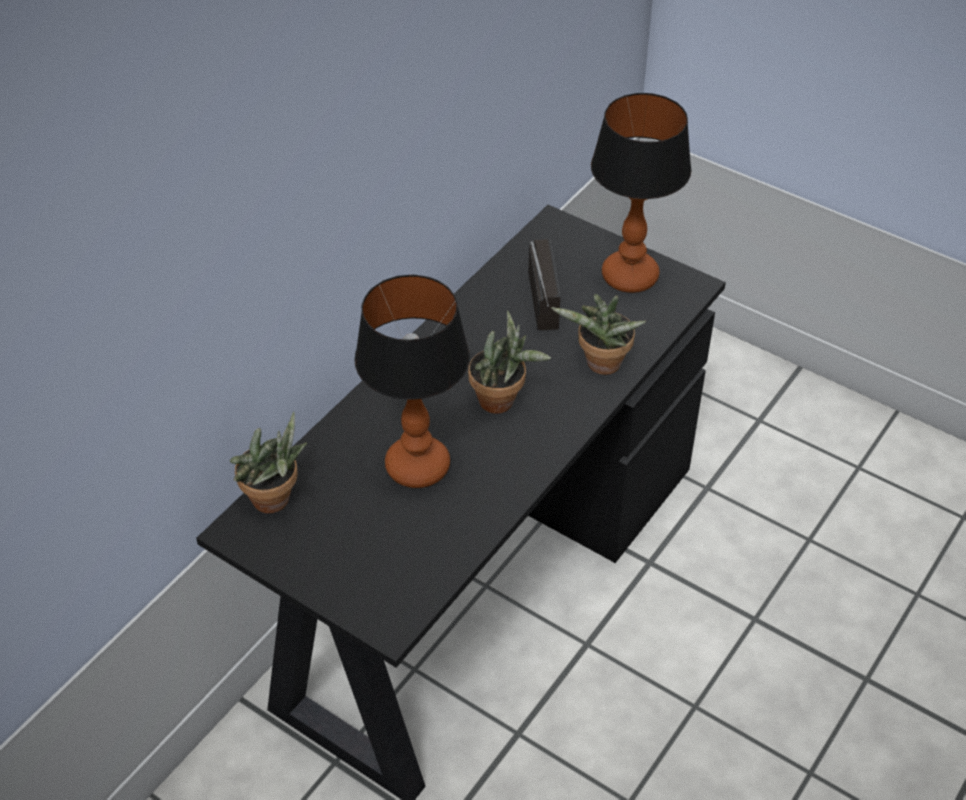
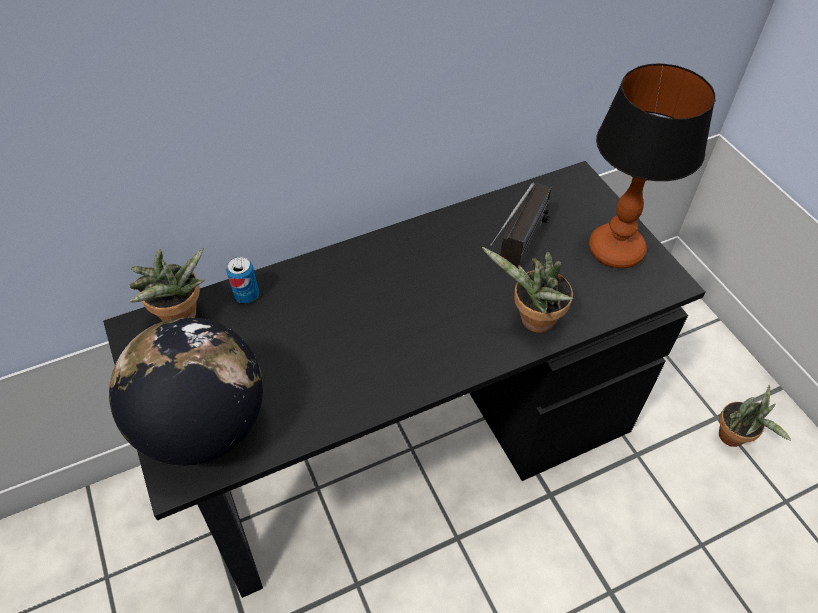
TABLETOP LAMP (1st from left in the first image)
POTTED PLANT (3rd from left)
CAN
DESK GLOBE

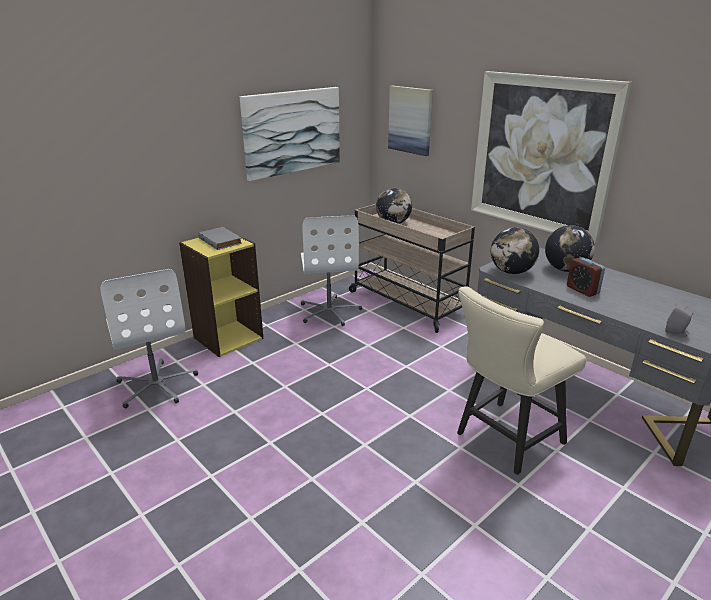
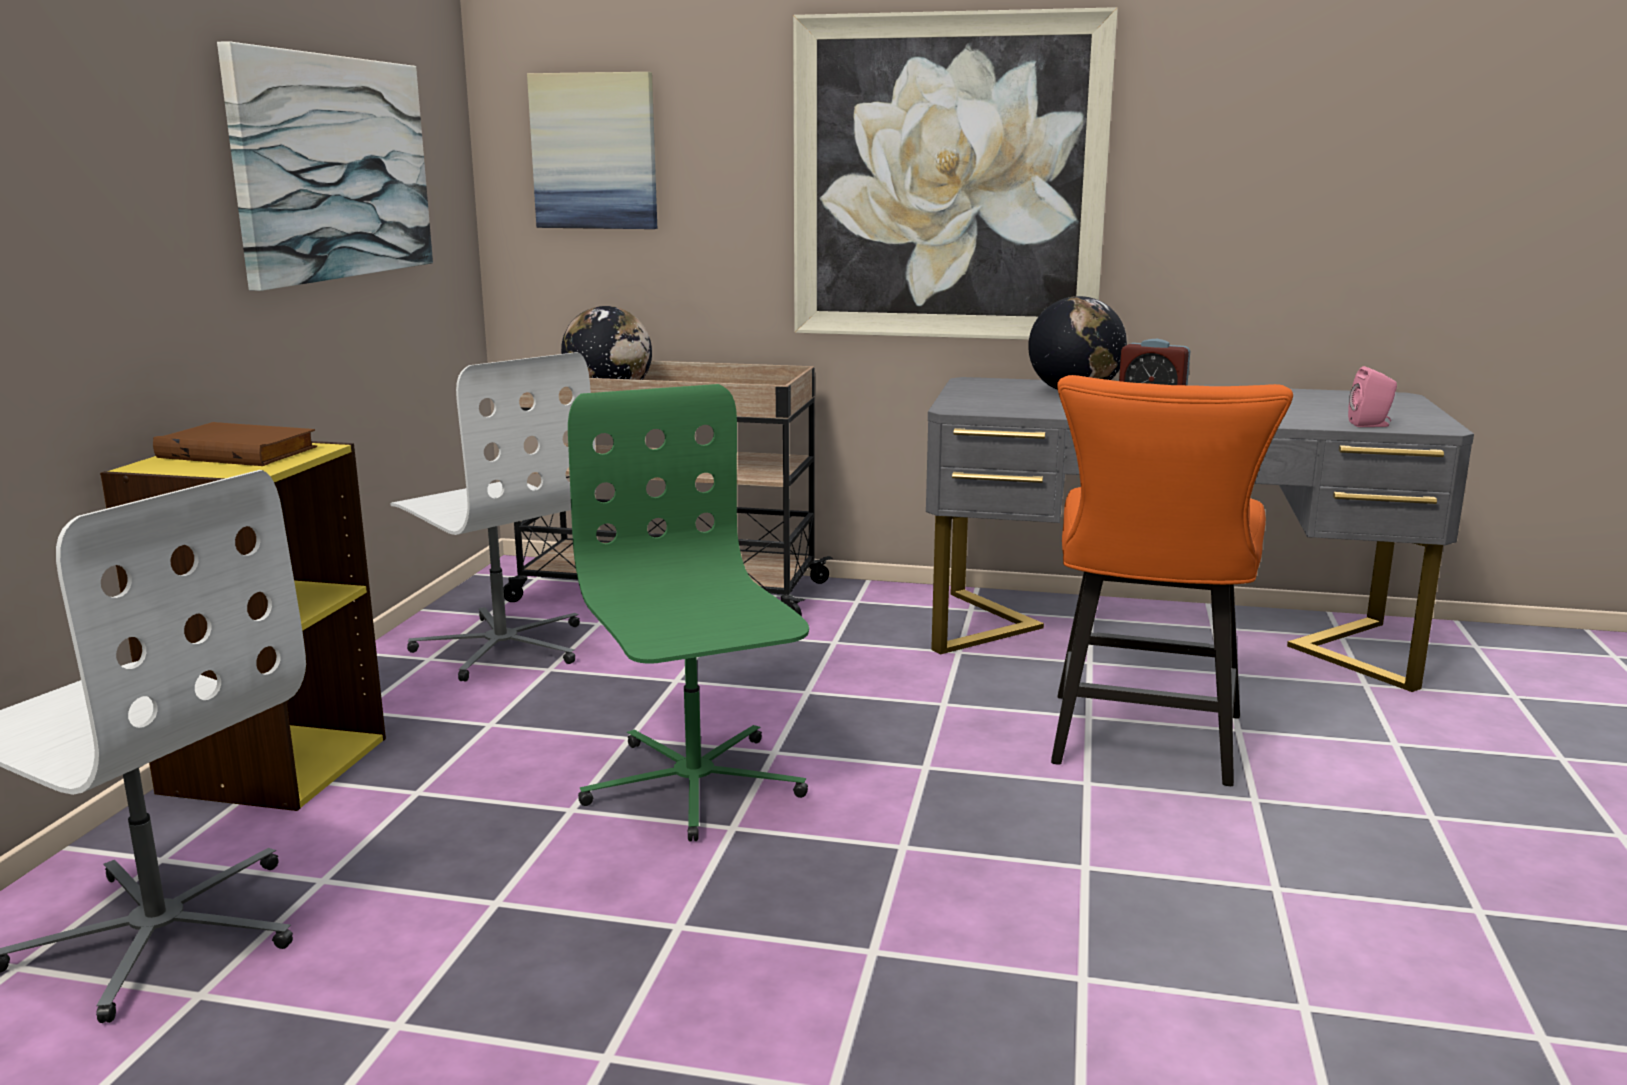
BROWNISH BOUND BOOK
DESK GLOBE (2nd from left in the first image)
ORANGEY UPRIGHT CHAIR
PINKISH AUDIO SPEAKER
GREEN DESK CHAIR

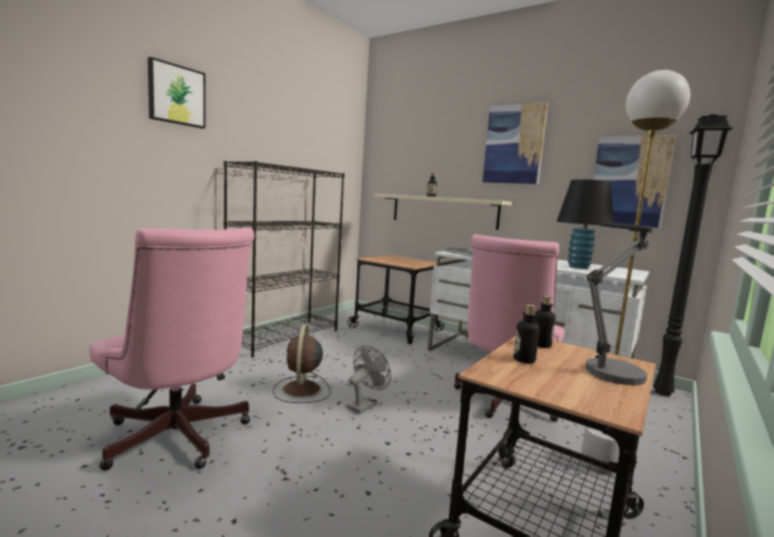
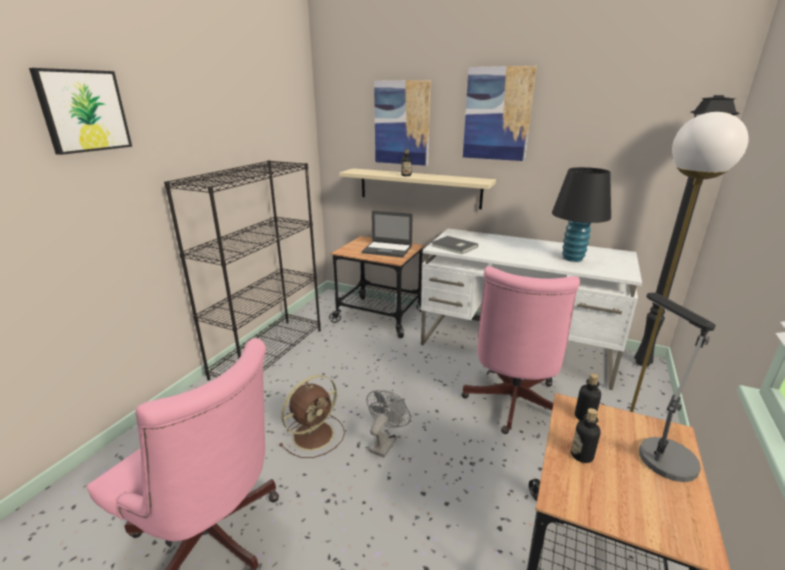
WALL ART (2nd from left)
BROWNISH ELECTRIC FAN
PORTABLE COMPUTER

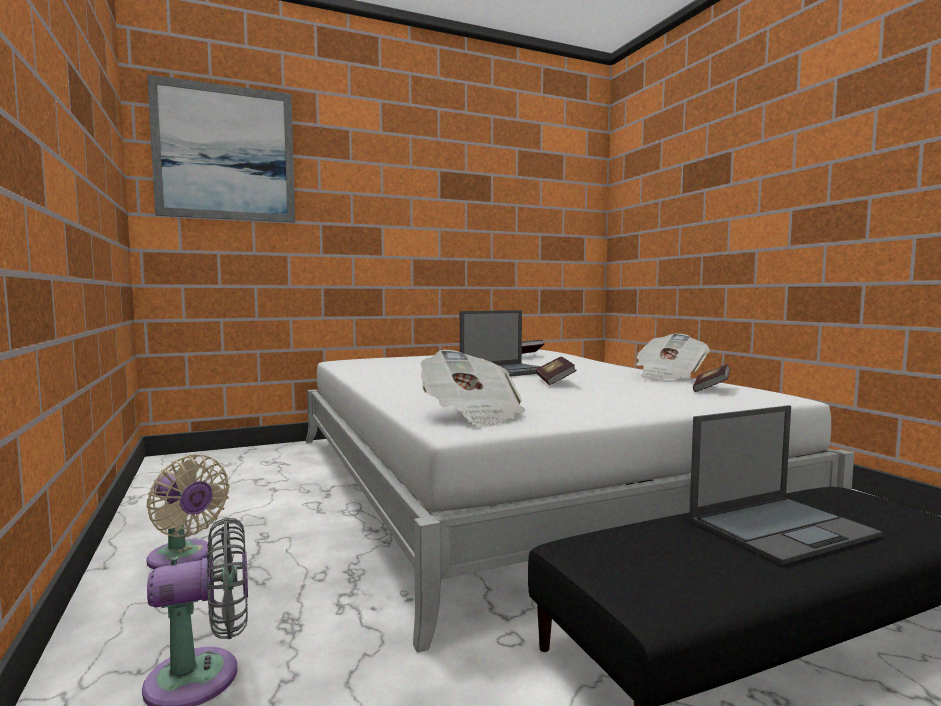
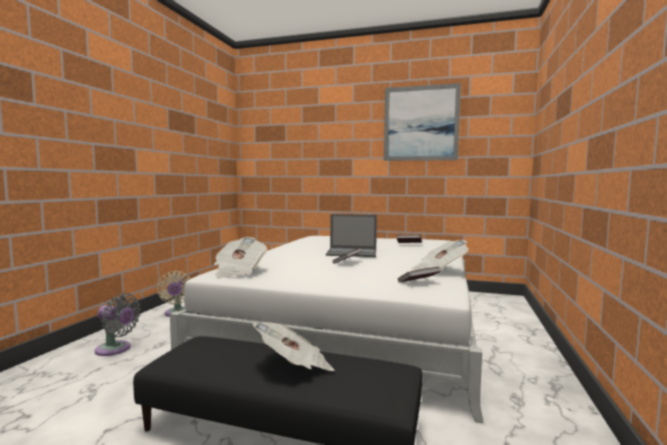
WALL ART
DAILY PAPER (2nd from left)

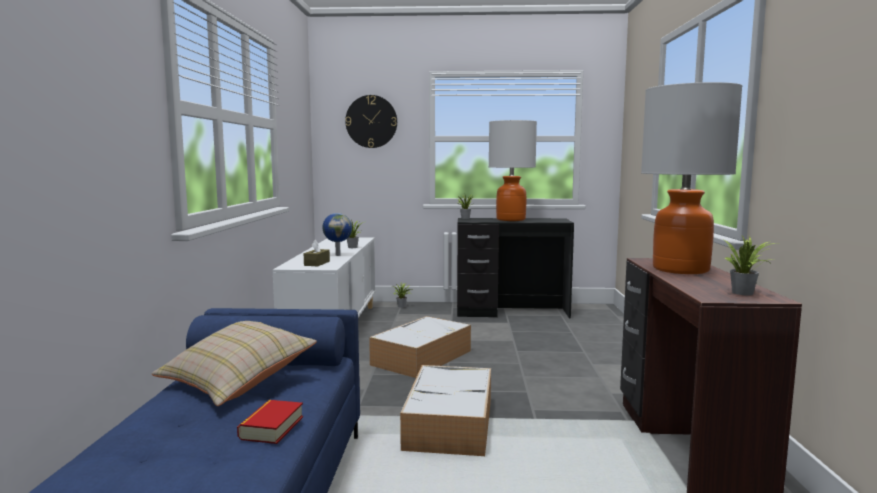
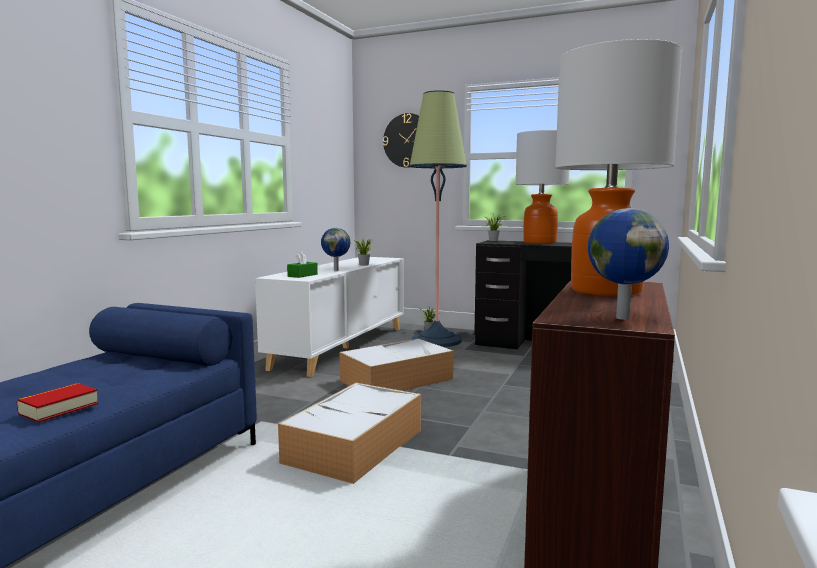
DESK GLOBE (2nd from left)
GREEN BOX OF TISSUES
BEIGE THROW PILLOW
STANDARD LAMP

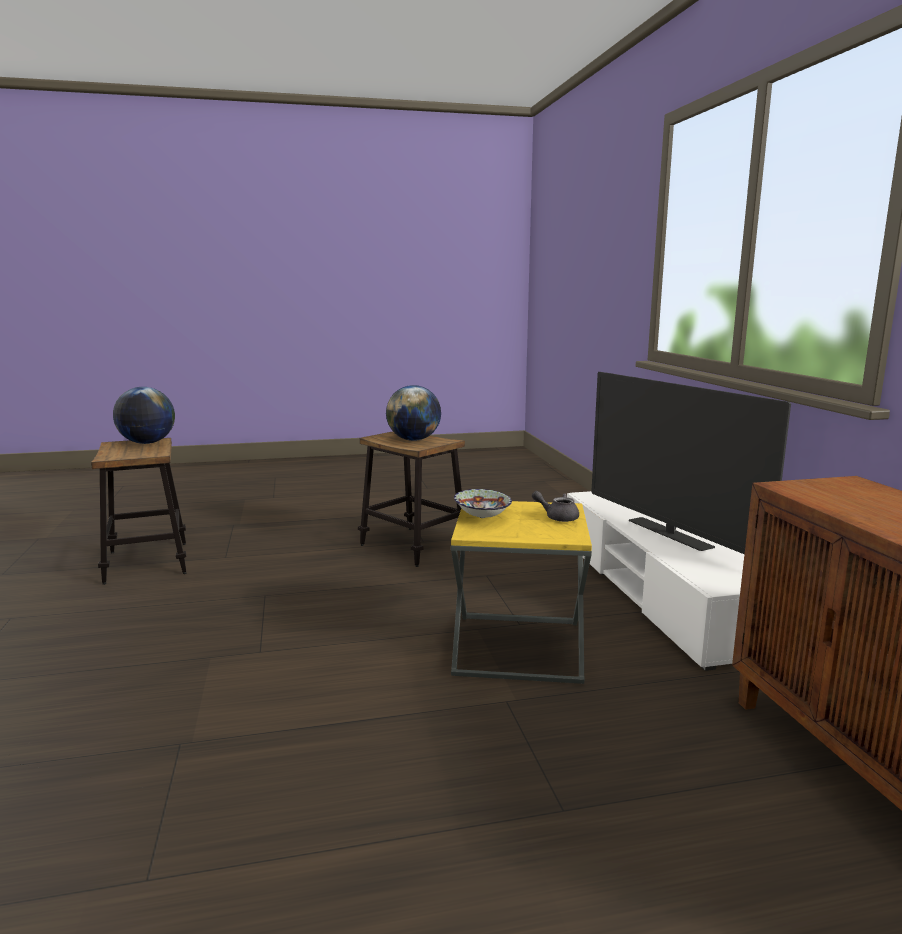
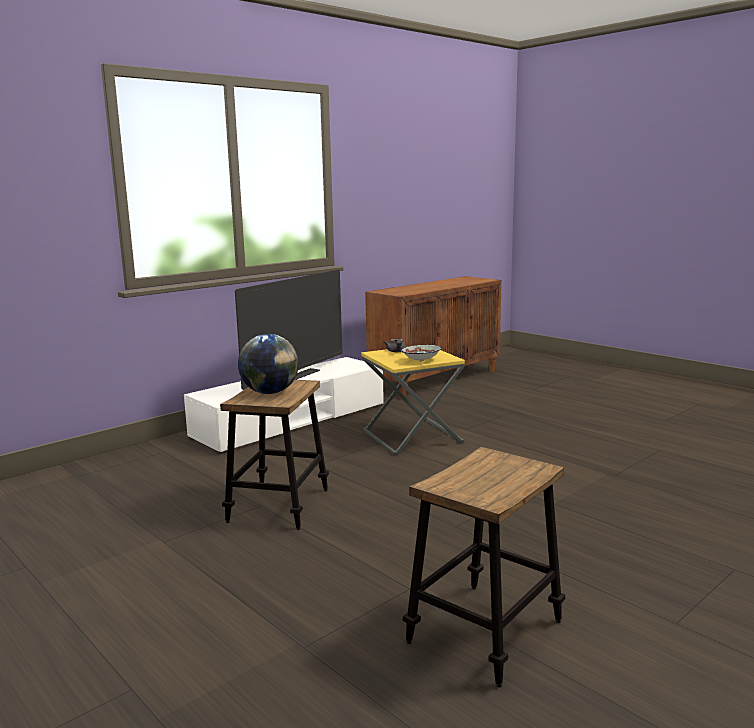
DESK GLOBE (1st from left in the first image)

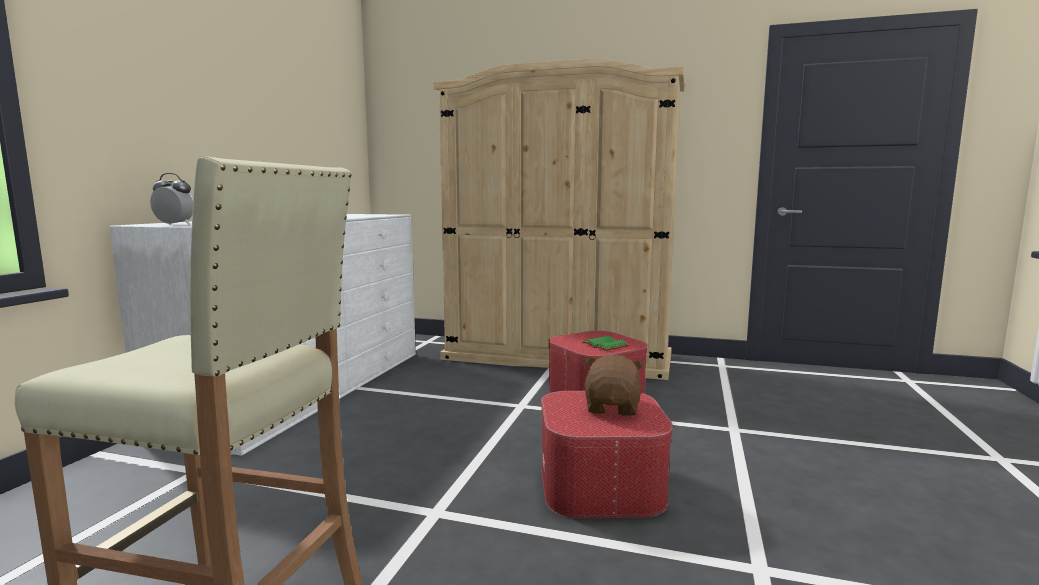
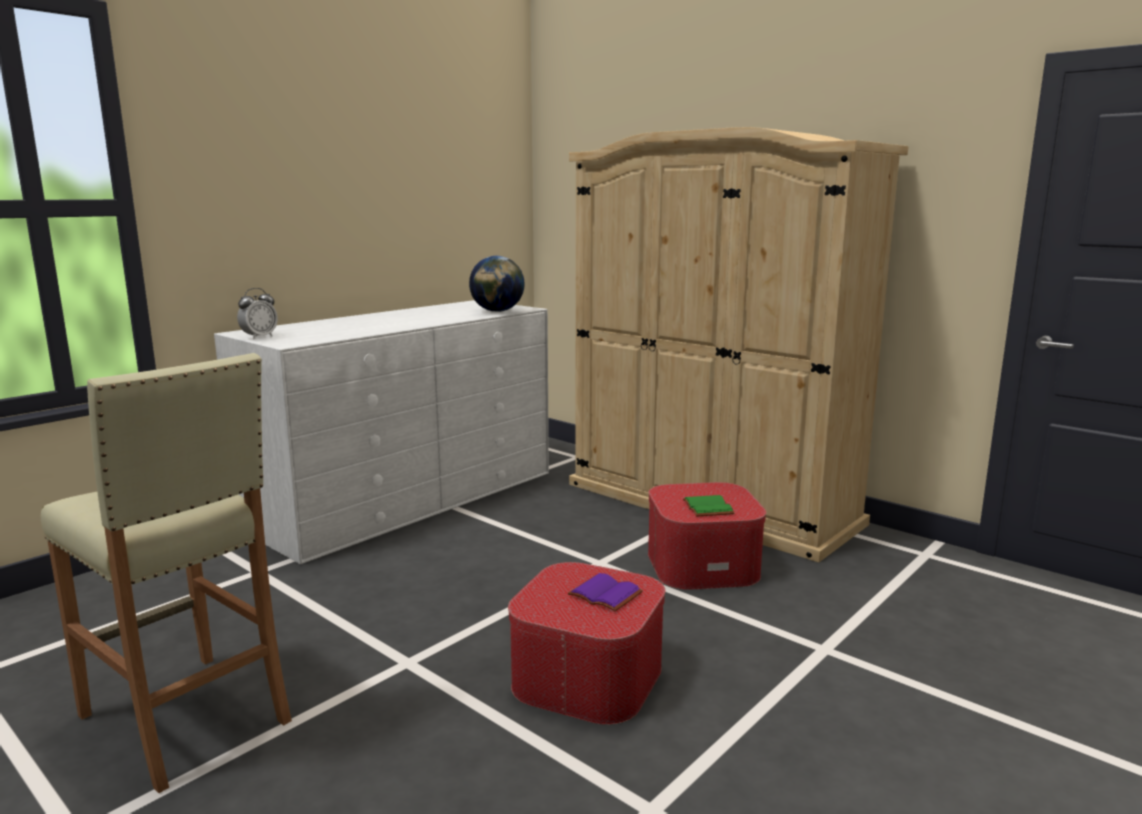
ALARM CLOCK
PURPLE-COLOURED BOUND BOOK
DESK GLOBE

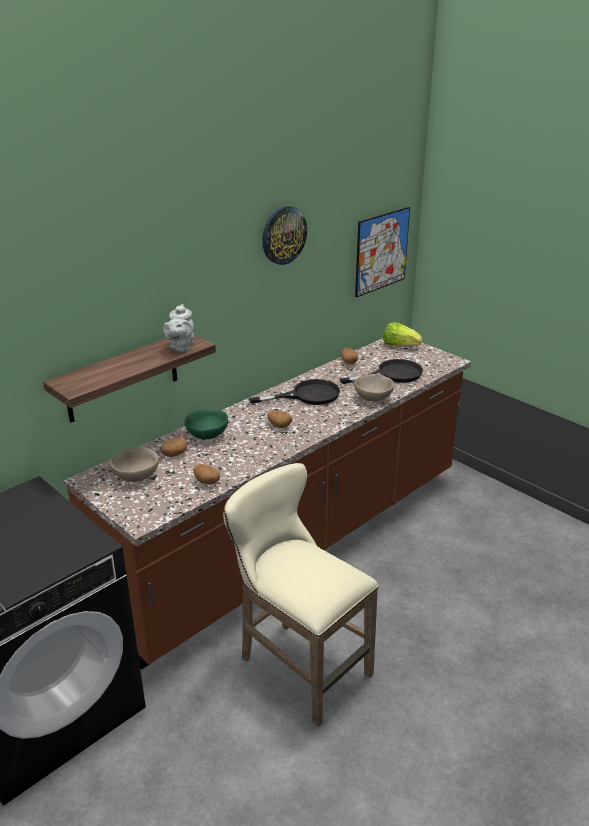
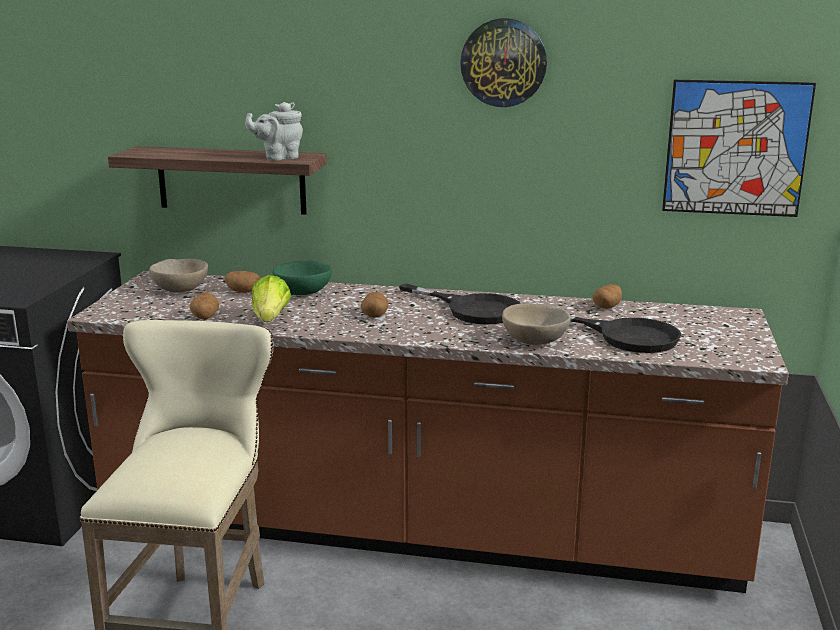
LETTUCE

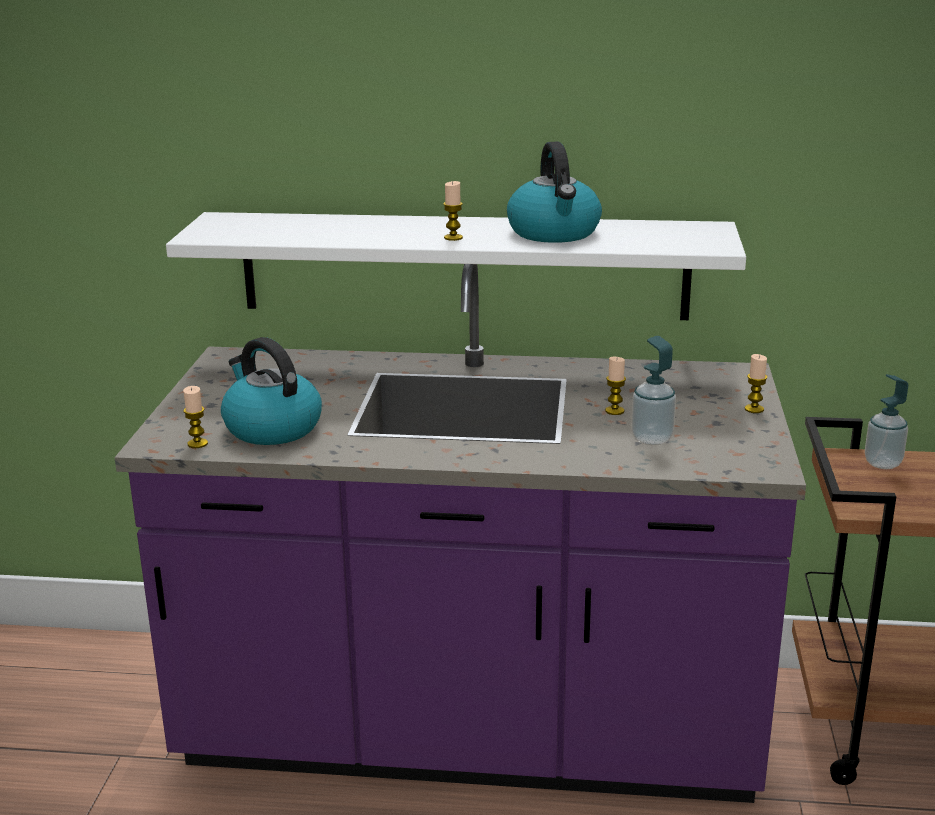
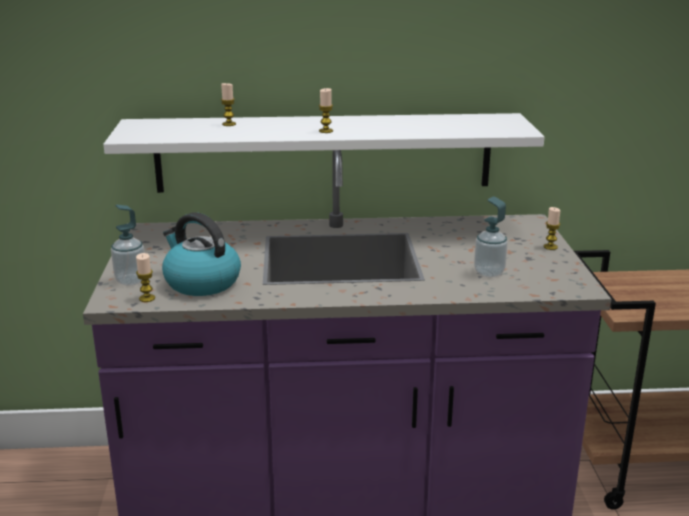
KETTLE (2nd from left in the first image)
CANDLE (2nd from left)
SOAP BOTTLE (1st from left)

